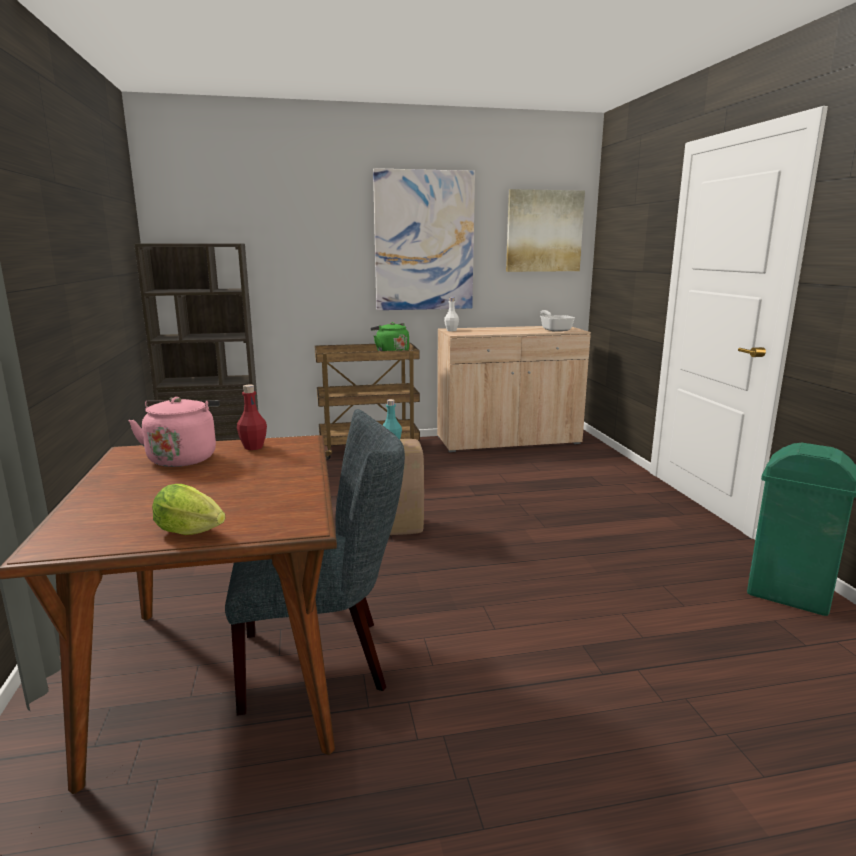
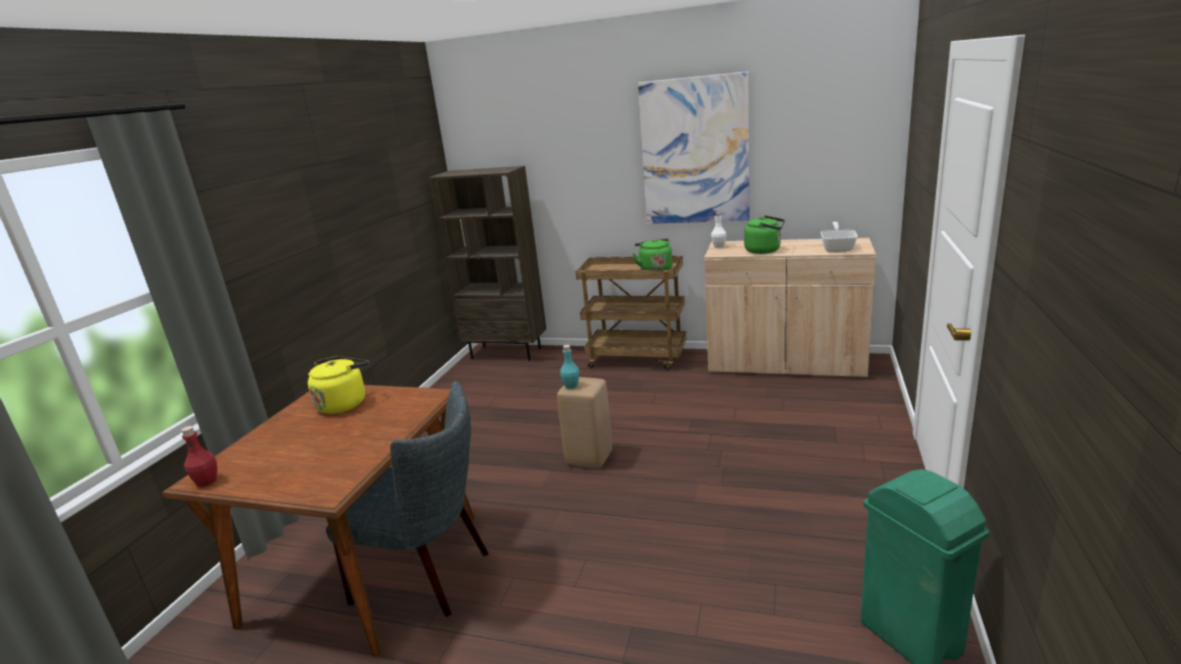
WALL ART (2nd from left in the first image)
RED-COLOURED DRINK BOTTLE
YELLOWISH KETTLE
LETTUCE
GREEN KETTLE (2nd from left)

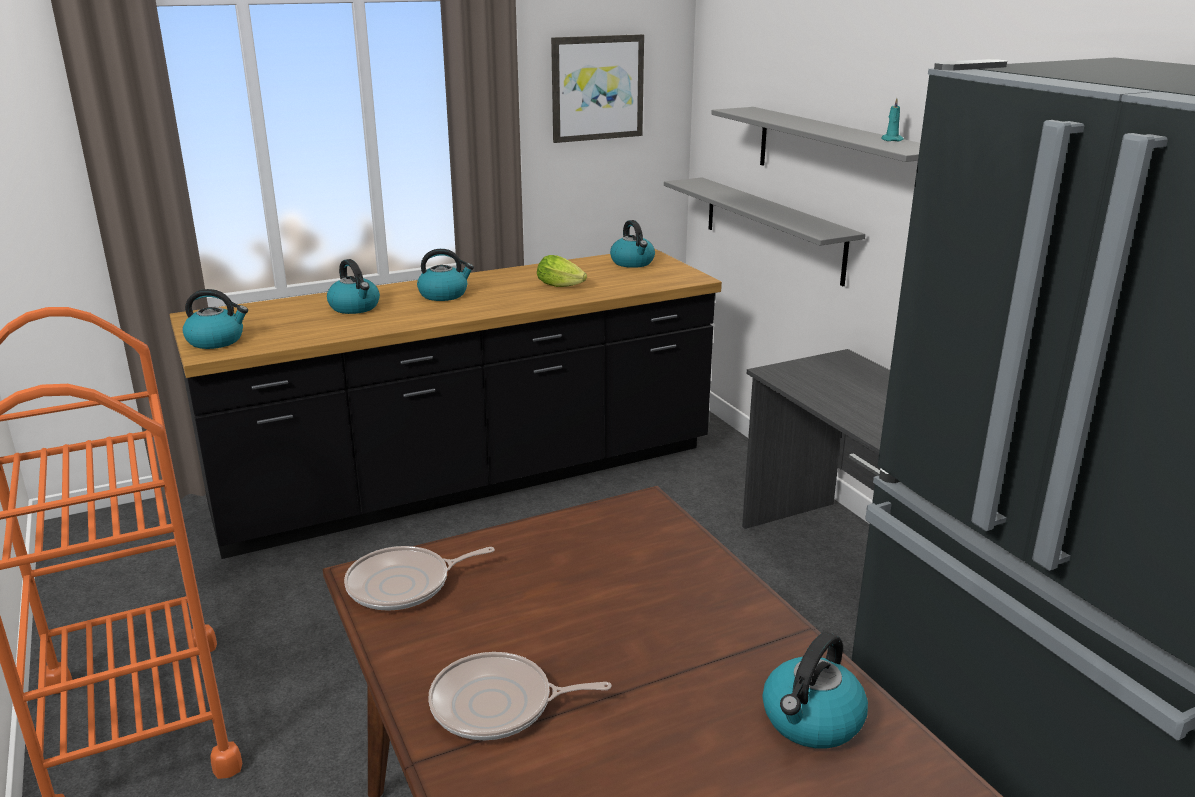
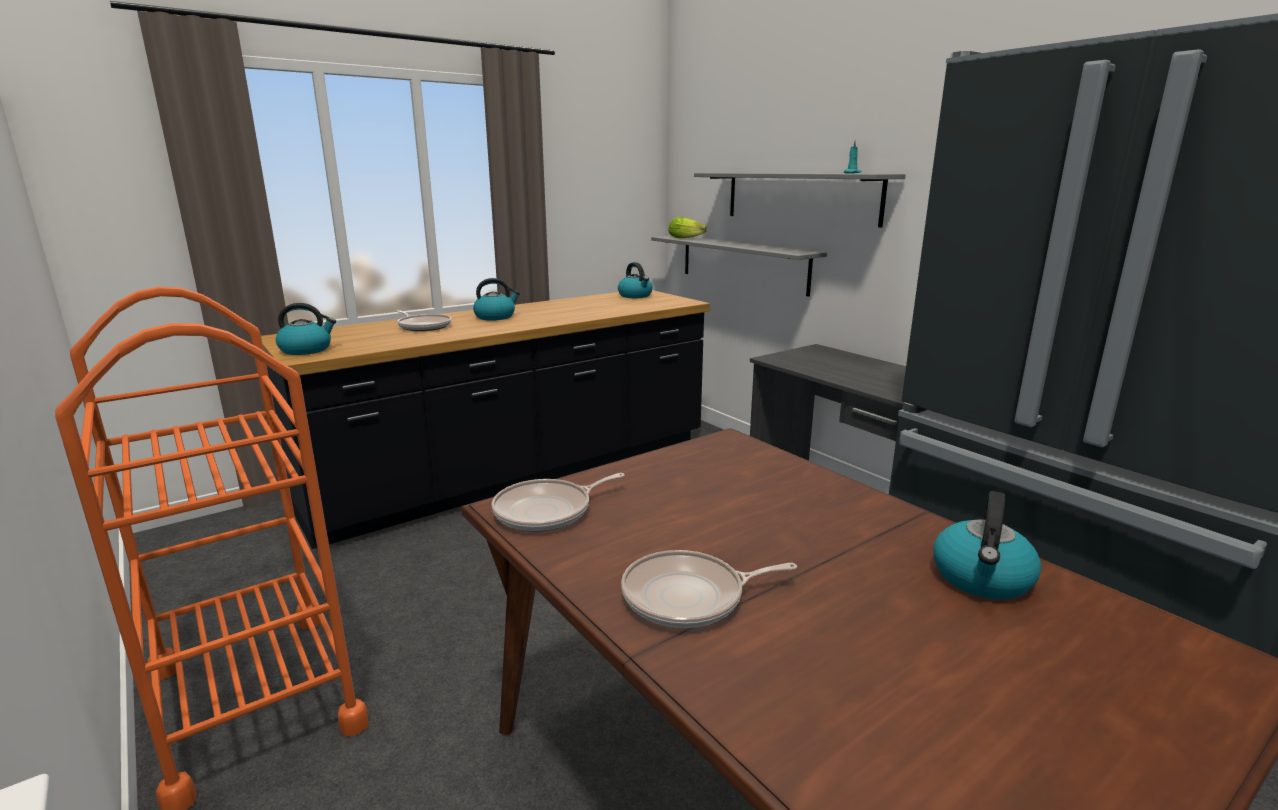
WALL ART
LETTUCE
FRYING PAN (1st from left)

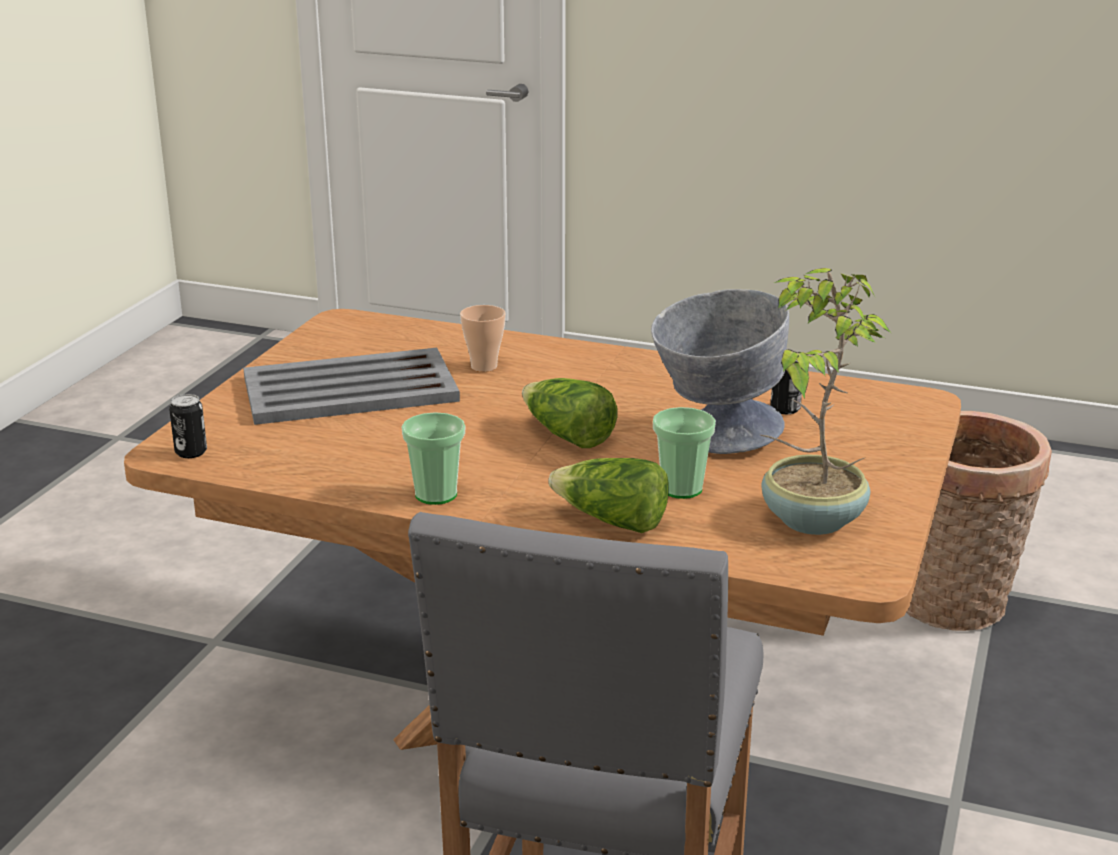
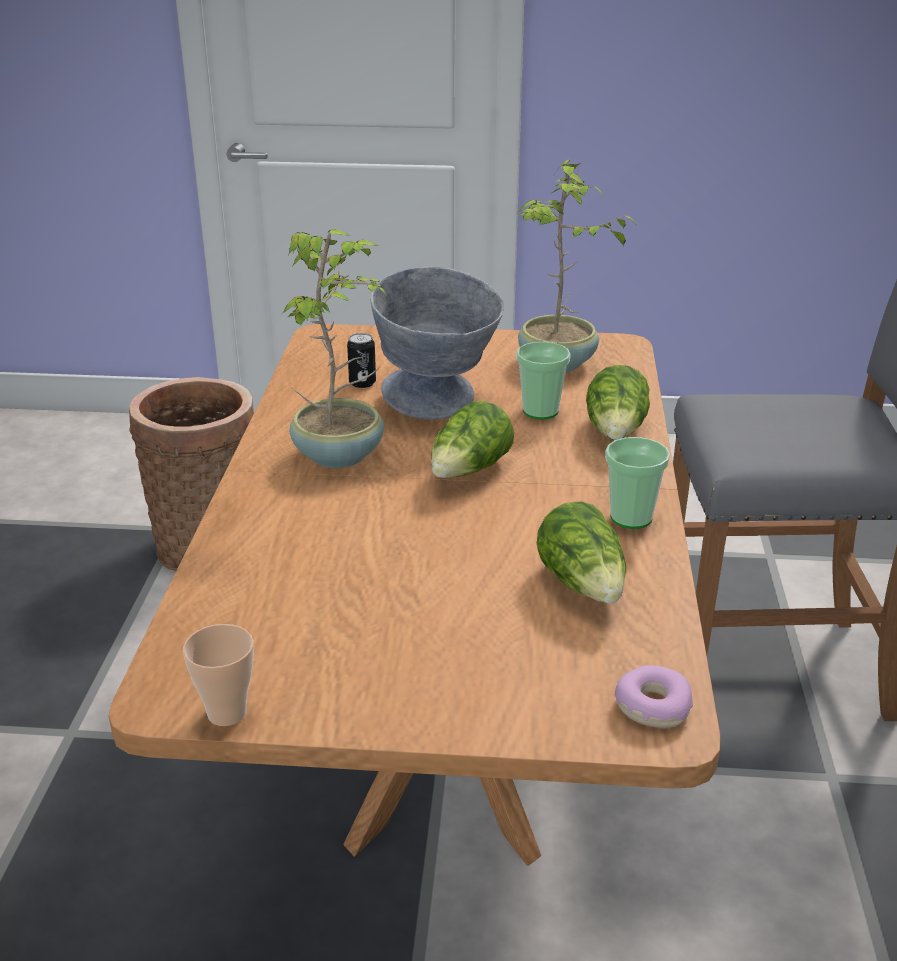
CUP (1st from left)
GREYISH SERVING TRAY
DONUT
POTTED PLANT (1st from left)
LETTUCE (2nd from left)

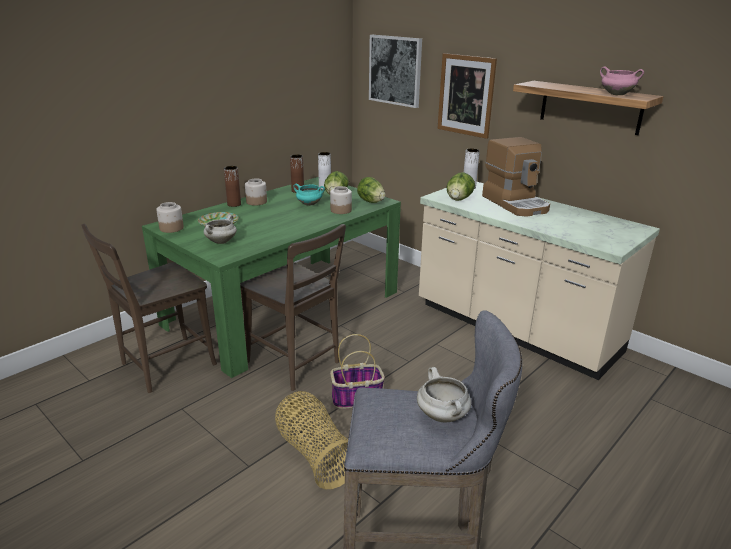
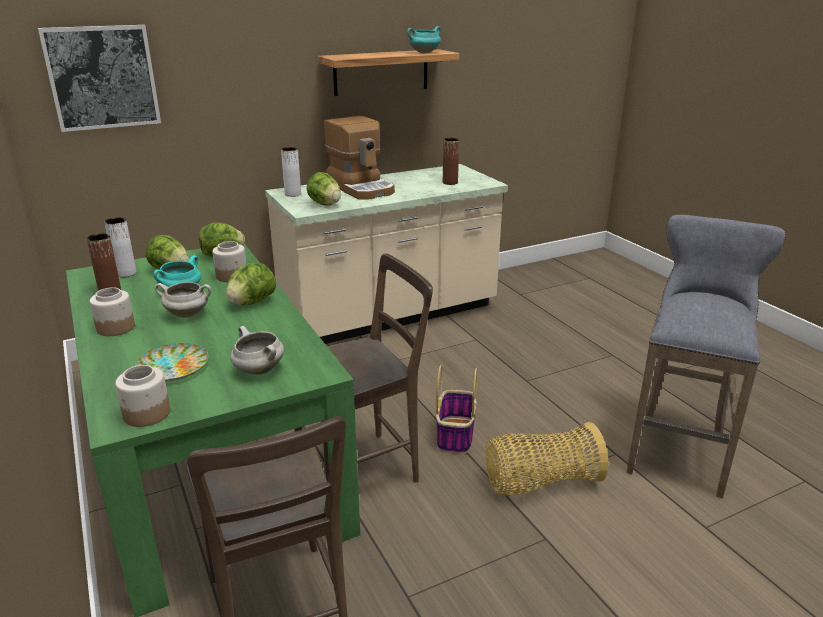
WALL ART (2nd from left in the first image)
BLUE-GREEN STOCKPOT (2nd from left)
COFFEE MAKER
BROWNISH VASE (2nd from left)
WHITE-COLOURED STOCKPOT (1st from left)
LETTUCE (3rd from left)

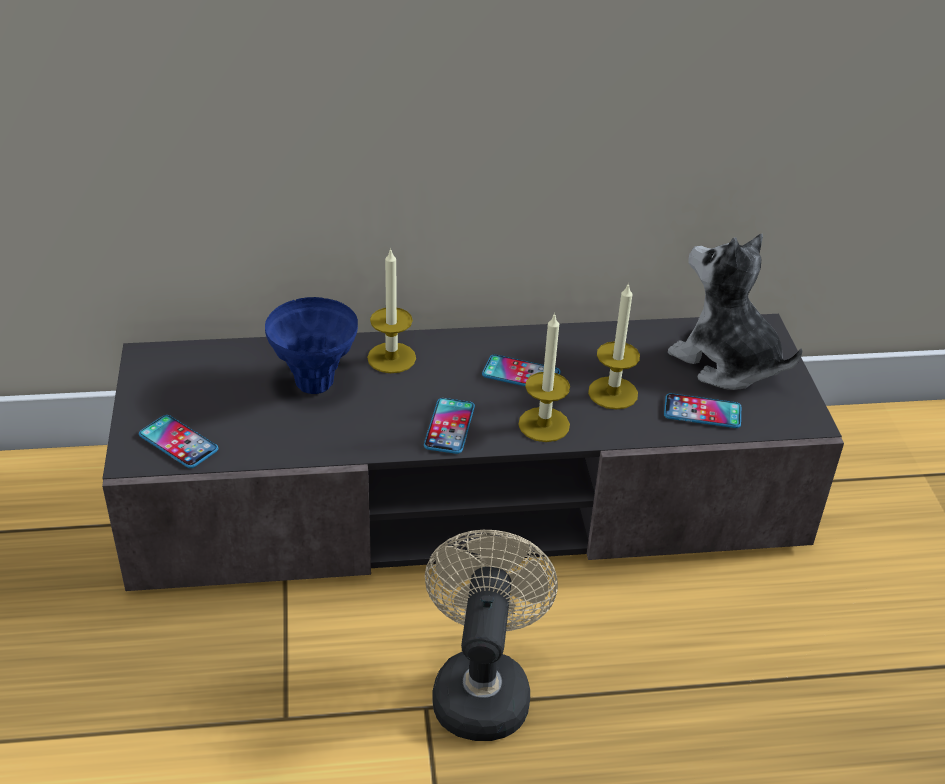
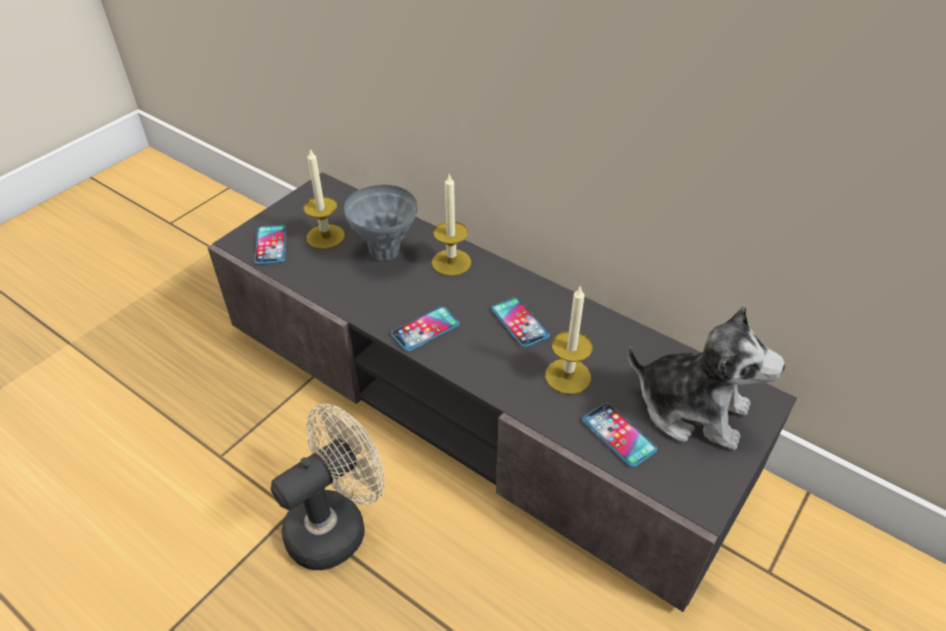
SOFT TOY
GREYISH VASE
CANDLE (1st from left)

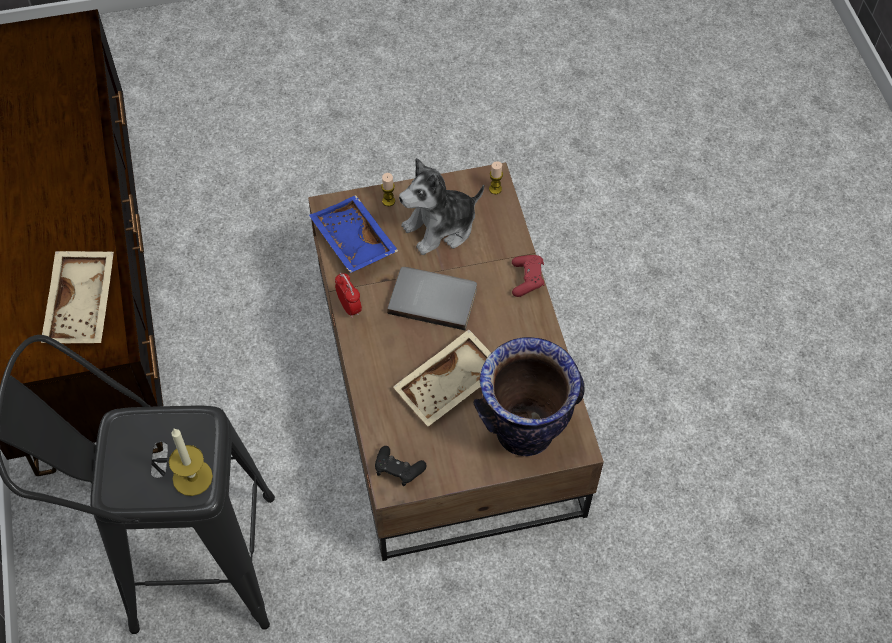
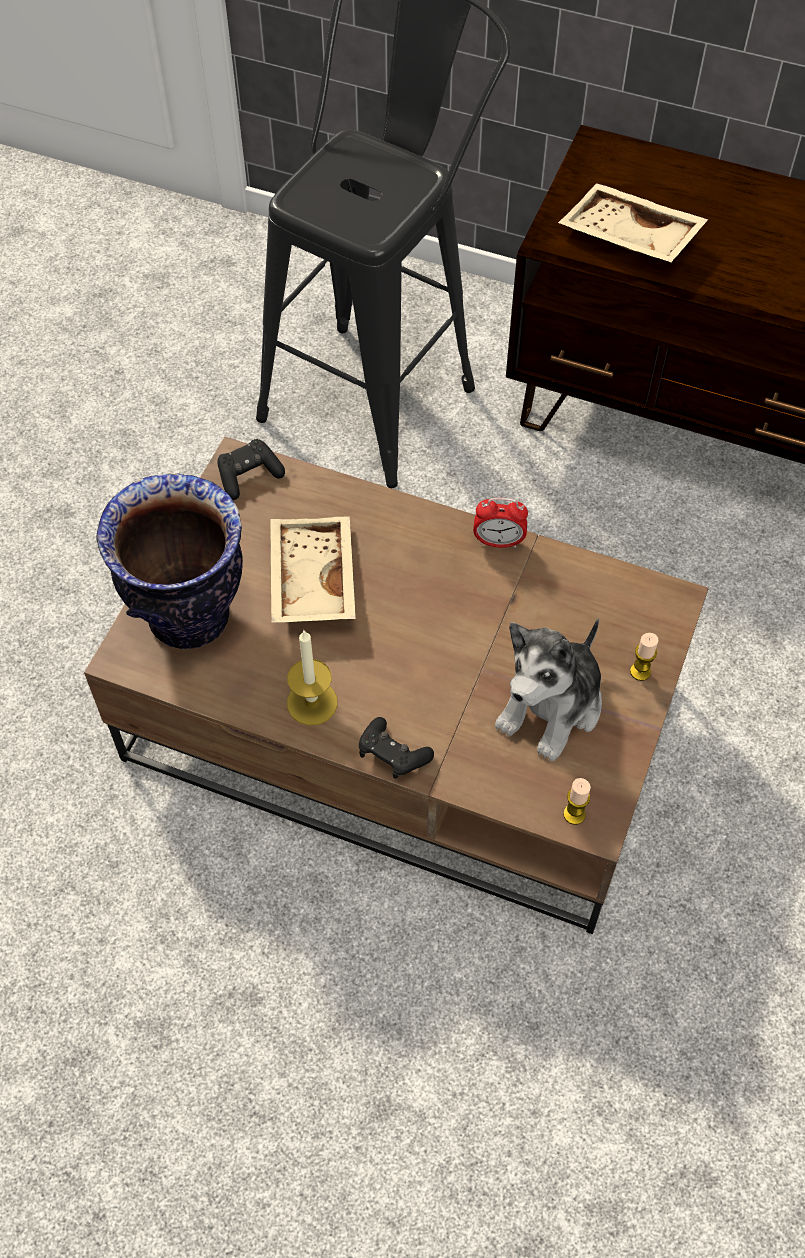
SOFT TOY
BLUISH SERVING TRAY
BLACK GAME CONTROLLER (2nd from left)
GREYISH BOUND BOOK
CANDLE (1st from left)

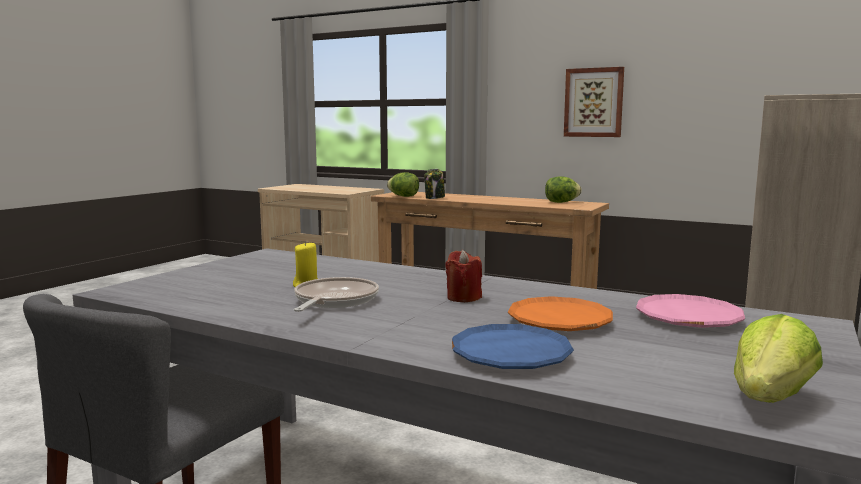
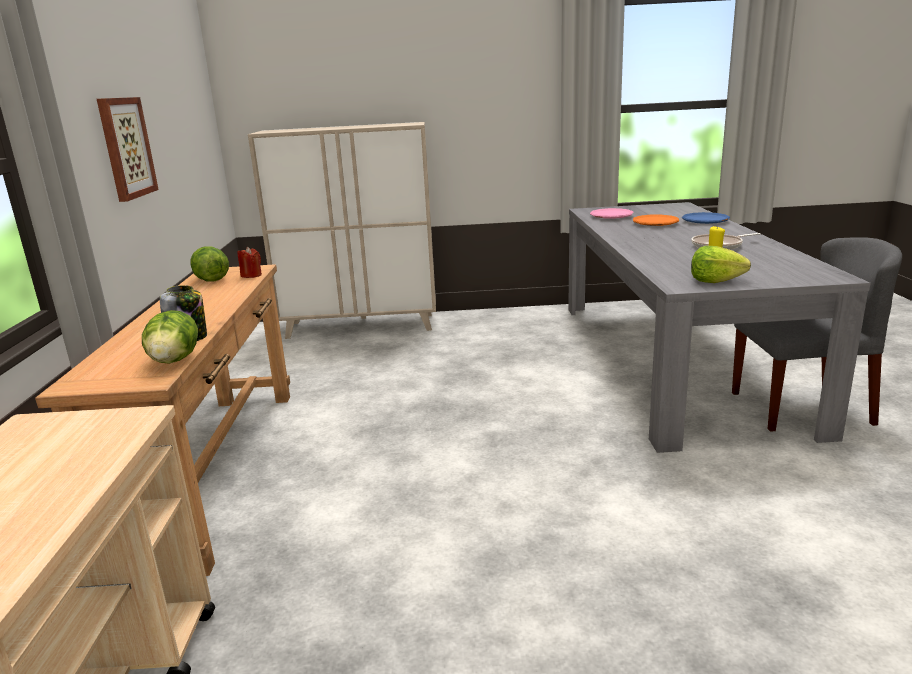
RED-COLOURED CANDLE
LETTUCE (3rd from left)

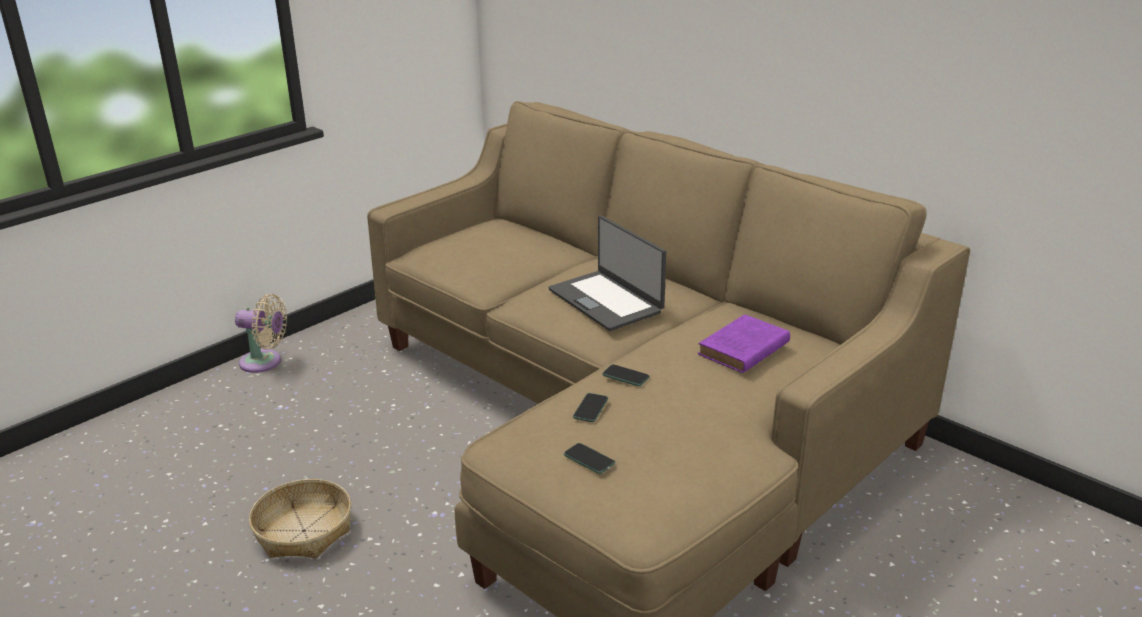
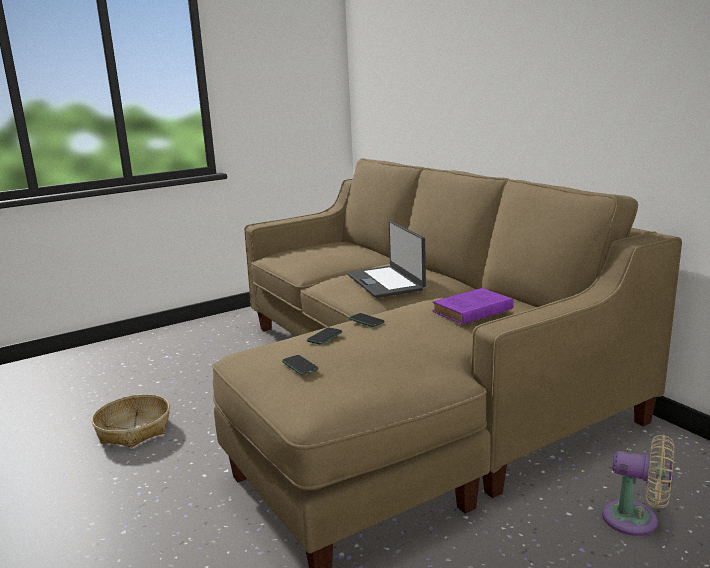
BEIGE ELECTRIC FAN

